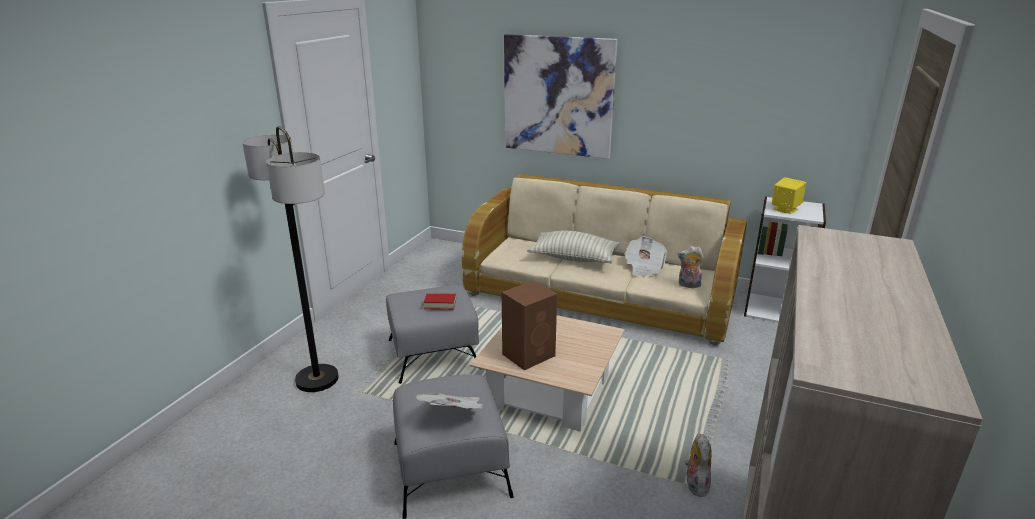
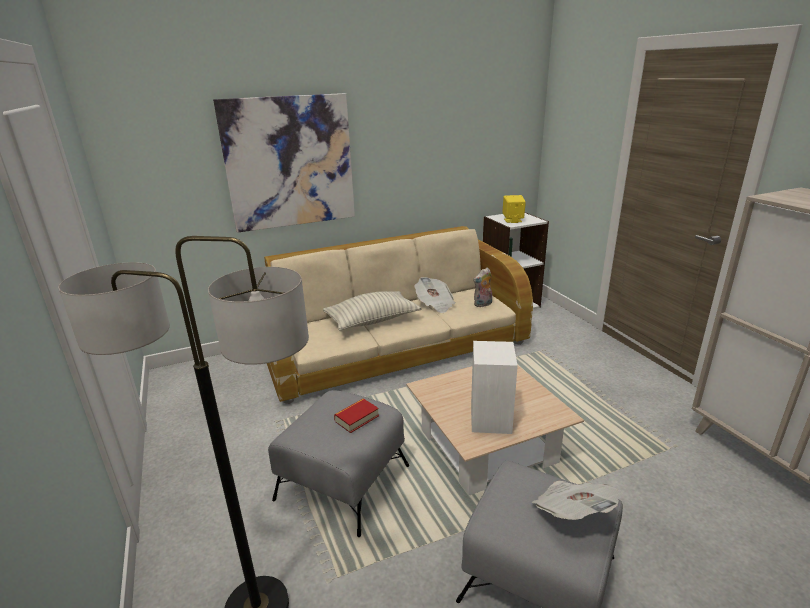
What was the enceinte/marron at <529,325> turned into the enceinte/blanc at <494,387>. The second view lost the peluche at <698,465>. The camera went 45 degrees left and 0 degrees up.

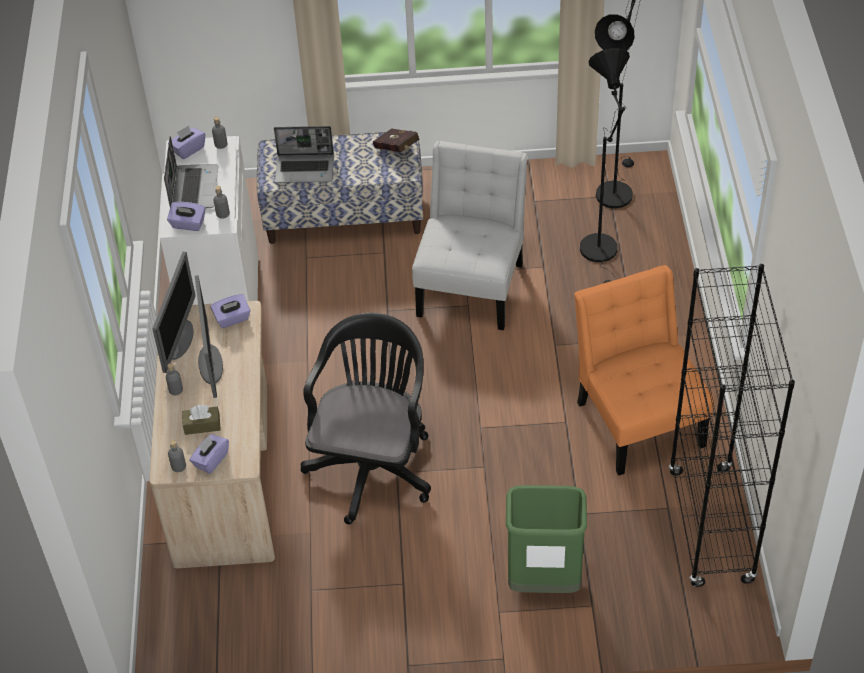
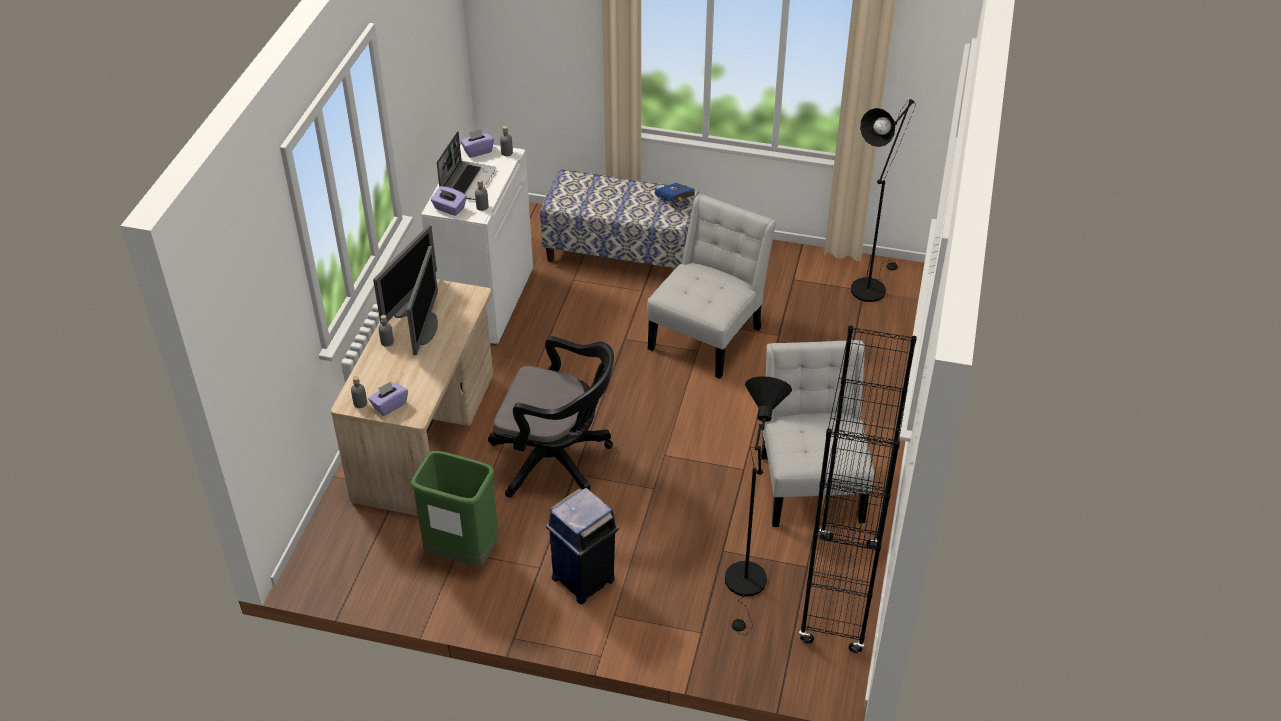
The lampadaire/noir ended up elsewhere, having gone from <605,165> to <758,505>. The second view lost the ordinateur portable at <304,154>. What was the livre/rouge at <396,140> turned into the livre/bleu at <675,192>. What was the chaise/orange at <644,370> turned into the chaise/blanc at <817,433>. The second view lost the boîte à mouchoirs/violet at <230,311>. The chaise de bureau/noir at <366,418> ended up facing another way, 75 degrees clockwise from before. The second view lost the boîte à mouchoirs/marron at <201,420>. The poubelle/vert ended up elsewhere, having gone from <546,539> to <455,508>. The second view gained the poubelle/bleu at <582,546>. The camera went 15 degrees right and 5 degrees down.

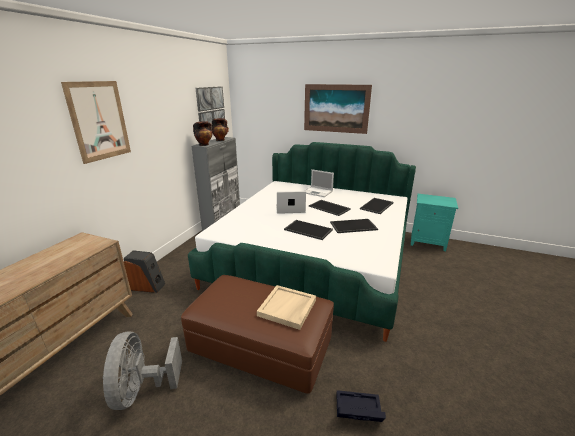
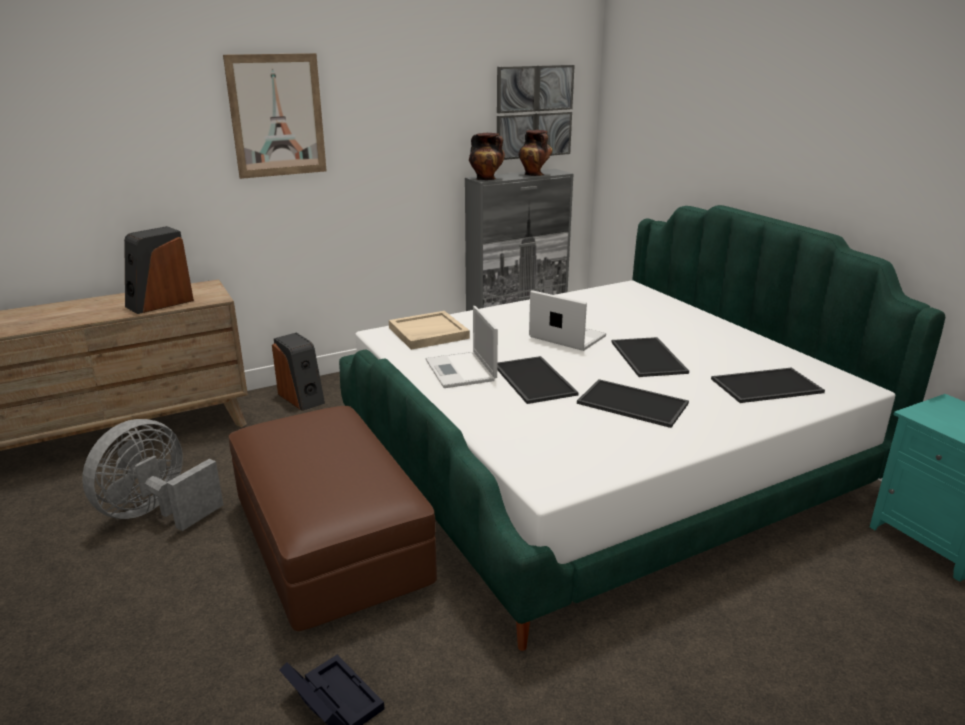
The second view lost the tableau at <338,109>. The ordinateur portable ended up elsewhere, having gone from <319,183> to <462,347>. The plateau/beige ended up elsewhere, having gone from <286,307> to <429,330>. The second view gained the enceinte at <159,270>. The camera went 40 degrees right and 0 degrees up.

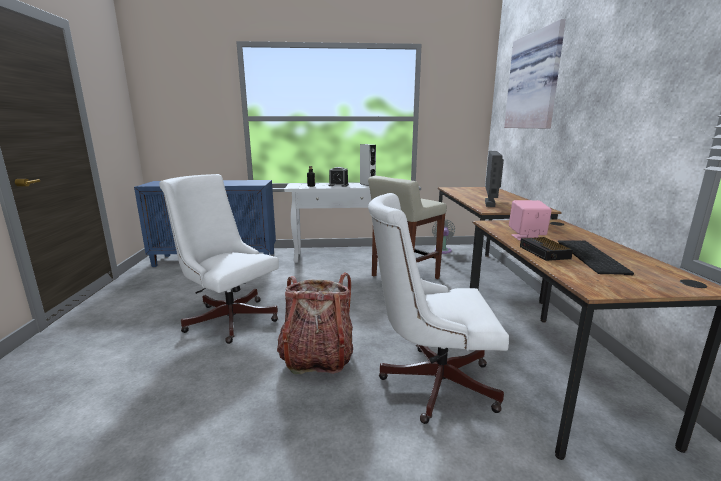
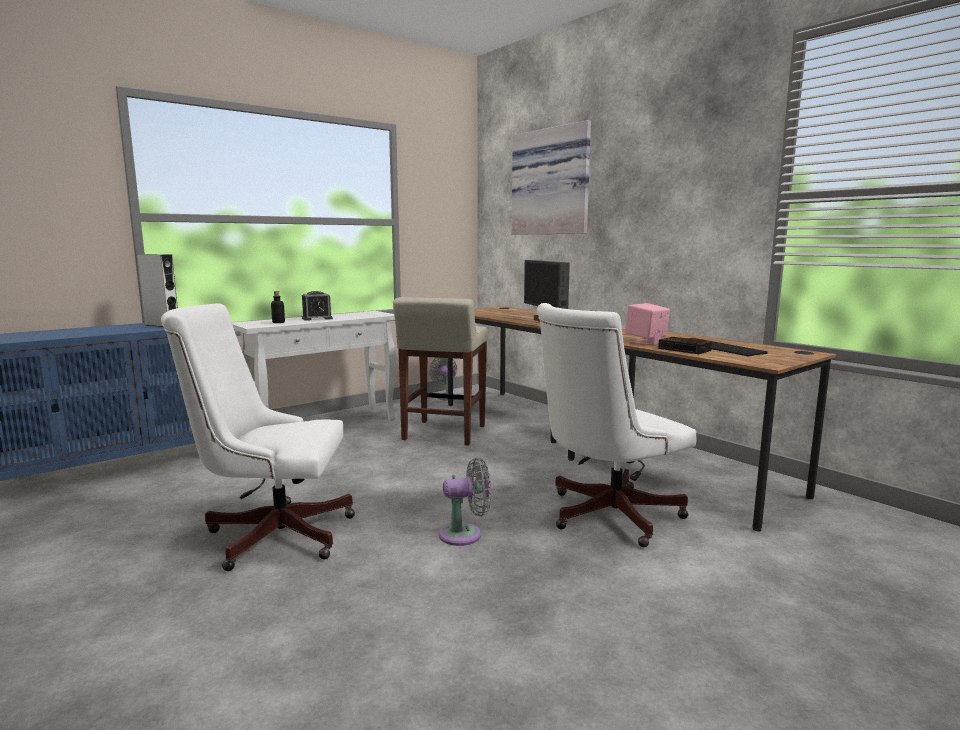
The enceinte/blanc ended up elsewhere, having gone from <368,165> to <157,290>. Where the sac à dos stood at <315,323>, the ventilateur/gris came to stand at <465,502>. The camera went 35 degrees left and 5 degrees down.

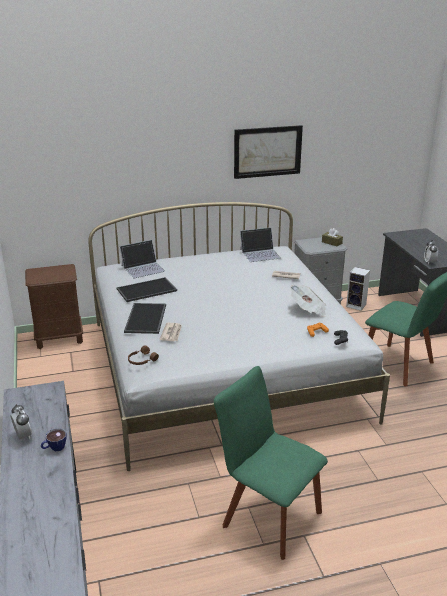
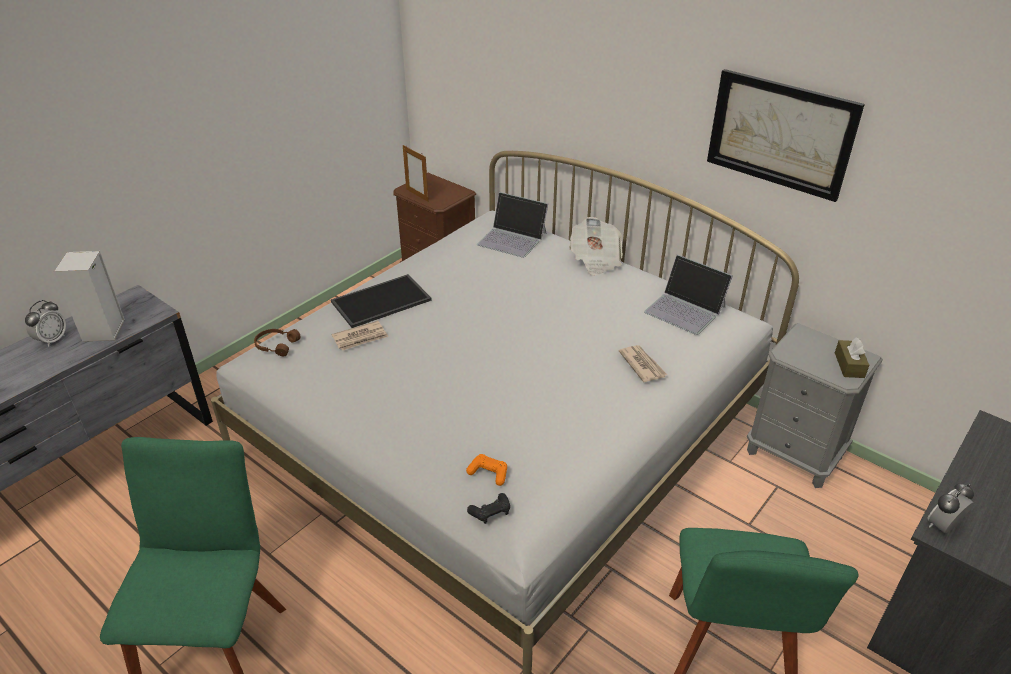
The enceinte ended up elsewhere, having gone from <358,289> to <89,296>. The second view lost the plateau at <147,289>. The journal ended up elsewhere, having gone from <308,301> to <595,246>. The second view lost the tasse at <54,439>. The second view gained the cadre photo at <416,173>. The camera went 55 degrees right and 10 degrees up.

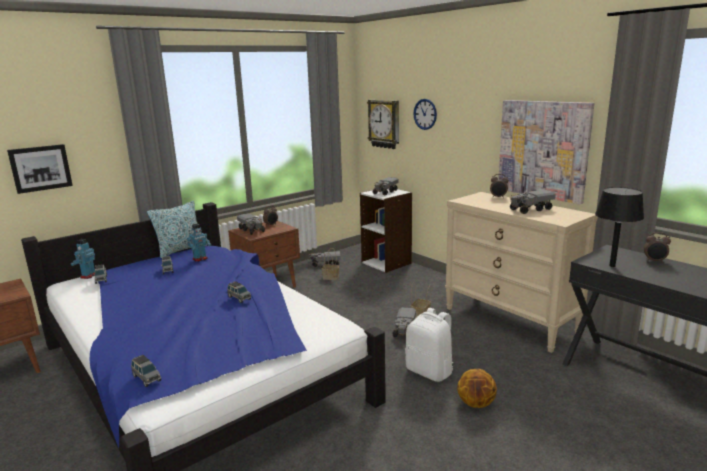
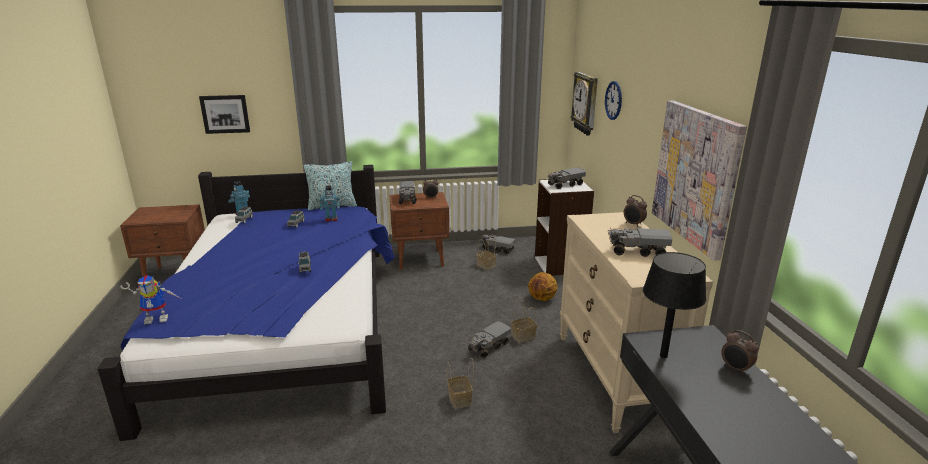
Where the sac à dos/blanc stood at <429,345>, the panier came to stand at <460,383>. Where the petite voiture/gris stood at <146,371>, the robot jouet came to stand at <150,300>. The ballon de basket ended up elsewhere, having gone from <477,388> to <542,286>. The camera went 30 degrees right and 5 degrees up.

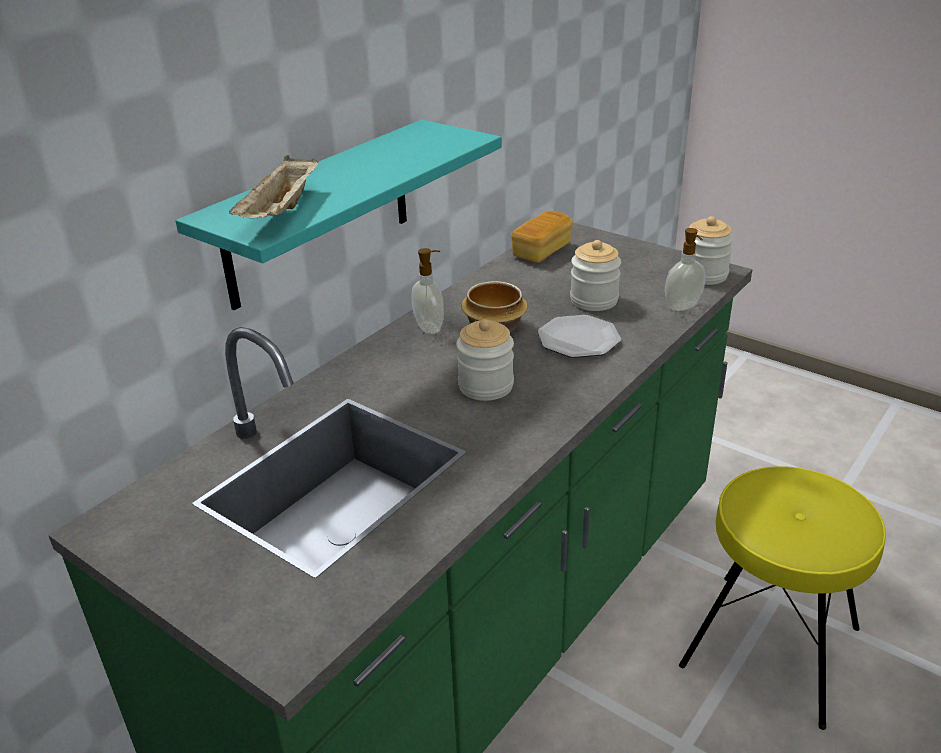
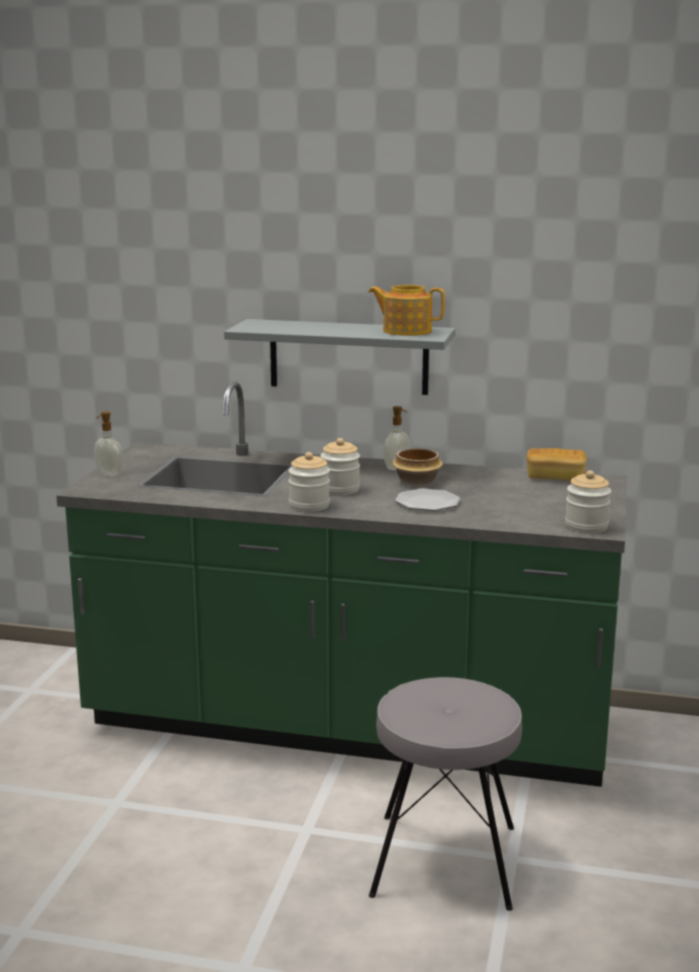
What was the étagère/turquoise at <339,215> turned into the étagère/gris at <339,357>. The second view lost the plateau/beige at <274,186>. The distributeur de savon ended up elsewhere, having gone from <685,269> to <108,443>. The bocal ended up elsewhere, having gone from <595,275> to <309,482>. What was the tabouret/jaune at <782,598> turned into the tabouret/gris at <445,794>. The second view gained the théière at <406,310>. The camera went 65 degrees right and 15 degrees down.

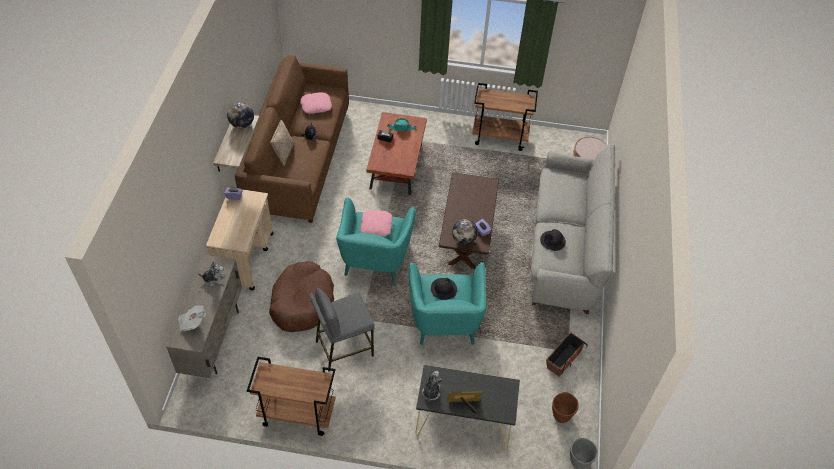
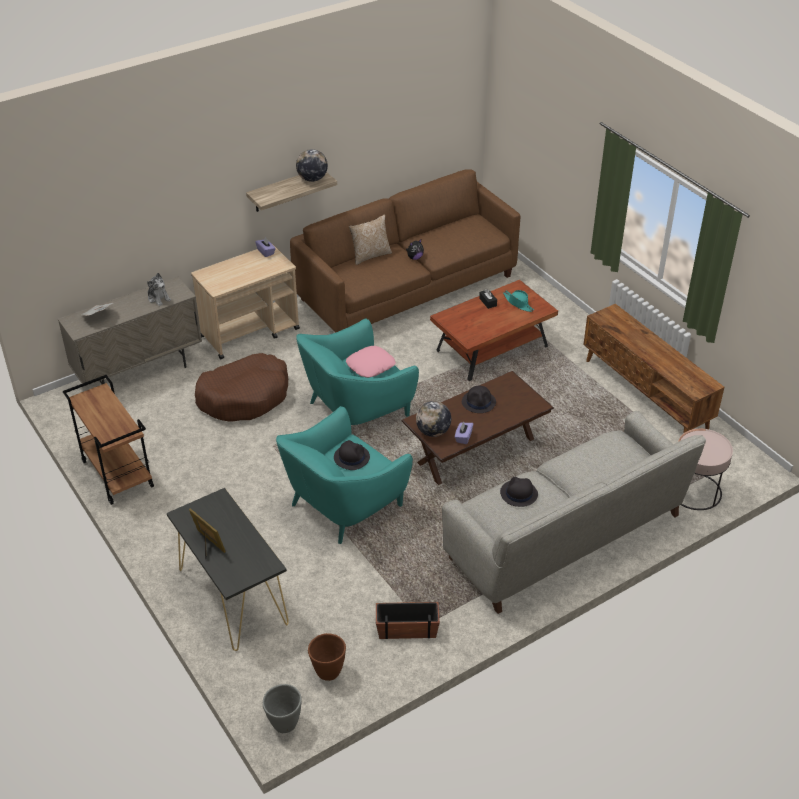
Where the chariot/marron stood at <505,117>, the meuble télé/marron came to stand at <653,369>. The second view lost the coussin/rose at <316,103>. The second view lost the tabouret/gris at <341,329>. The second view lost the peluche at <432,386>. The second view gained the chapeau/noir at <479,399>. The camera went 50 degrees right and 10 degrees down.

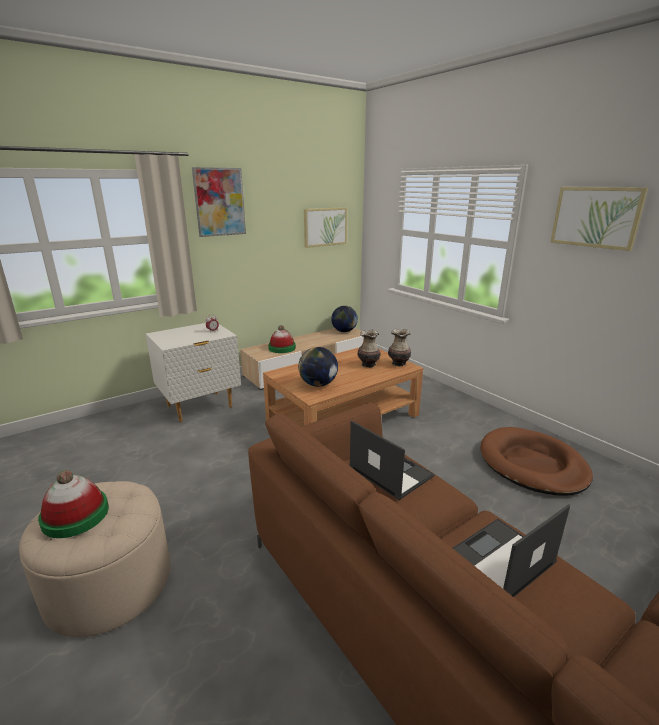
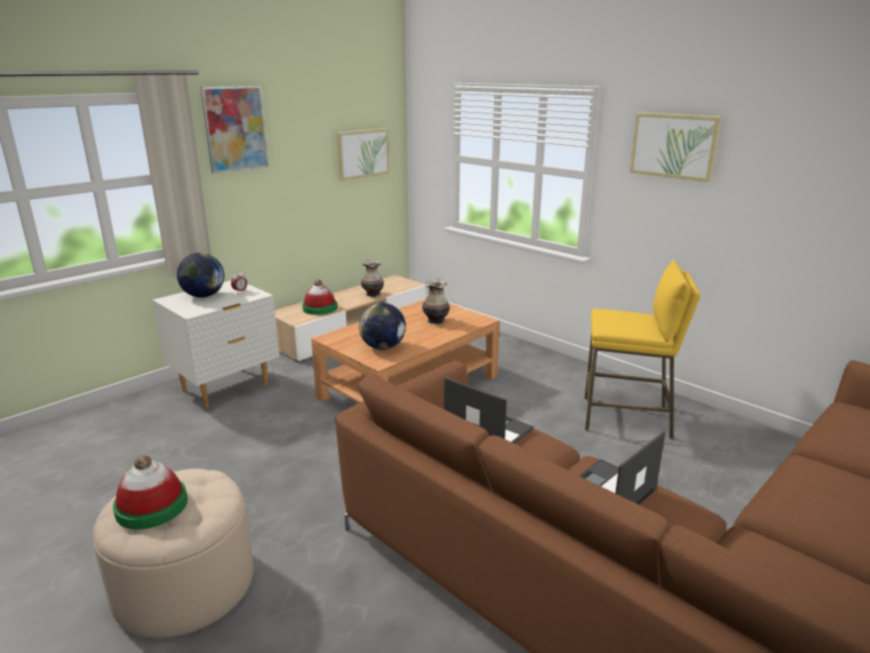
The globe ended up elsewhere, having gone from <344,319> to <200,275>. The vase ended up elsewhere, having gone from <399,348> to <372,278>. Where the panier pour chien/marron stood at <537,461>, the tabouret/jaune came to stand at <643,349>. The camera went 10 degrees left and 0 degrees up.

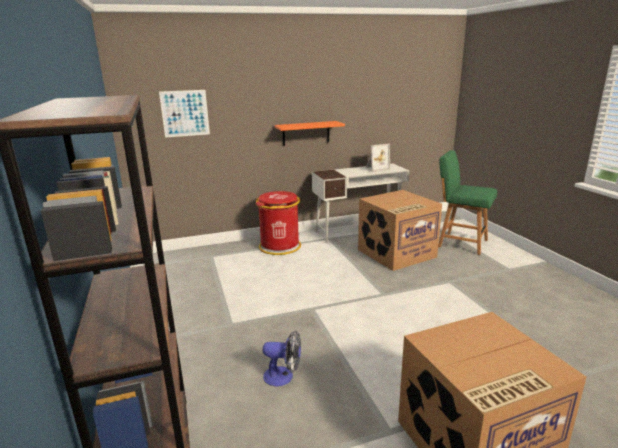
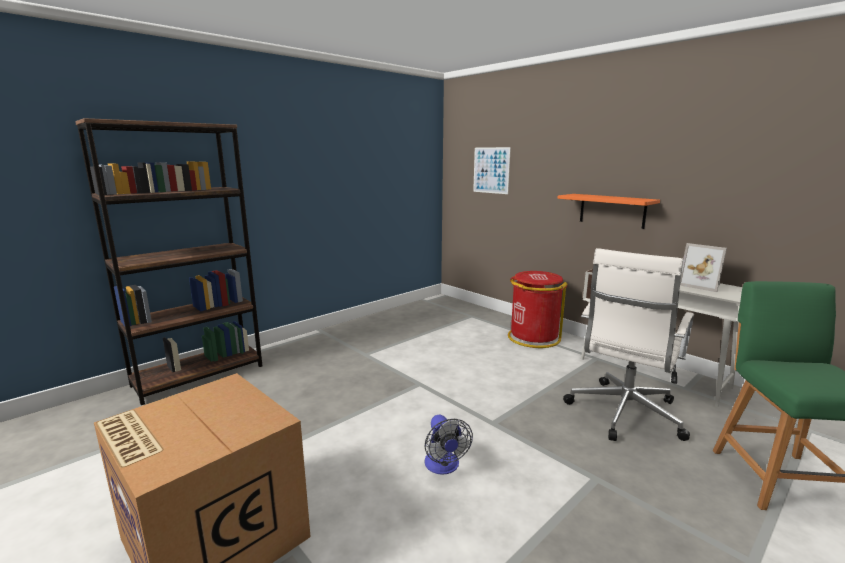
Where the carton stood at <400,230>, the chaise de bureau/blanc came to stand at <628,344>. The ventilateur ended up elsewhere, having gone from <282,358> to <448,445>. The camera went 65 degrees right and 5 degrees down.

